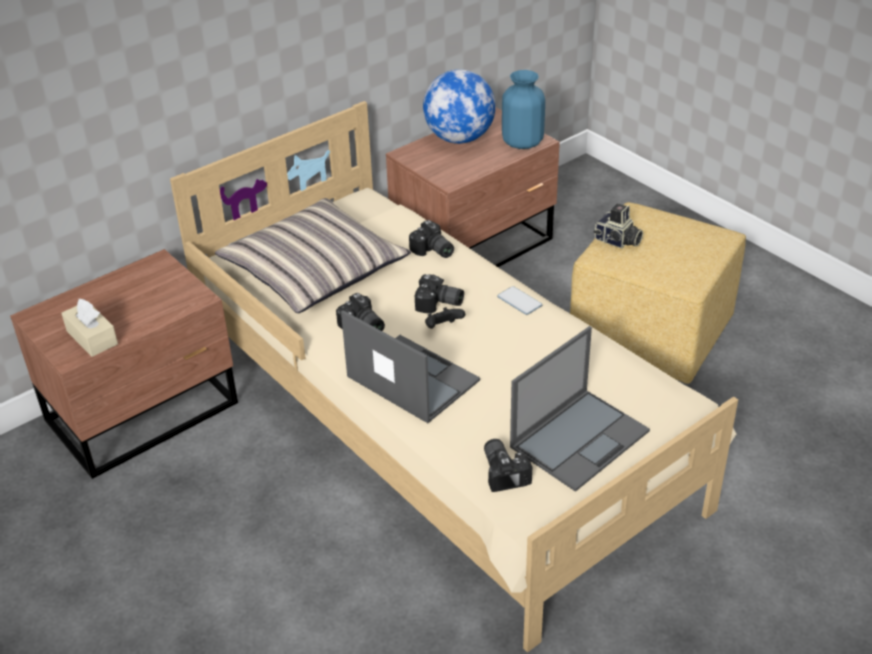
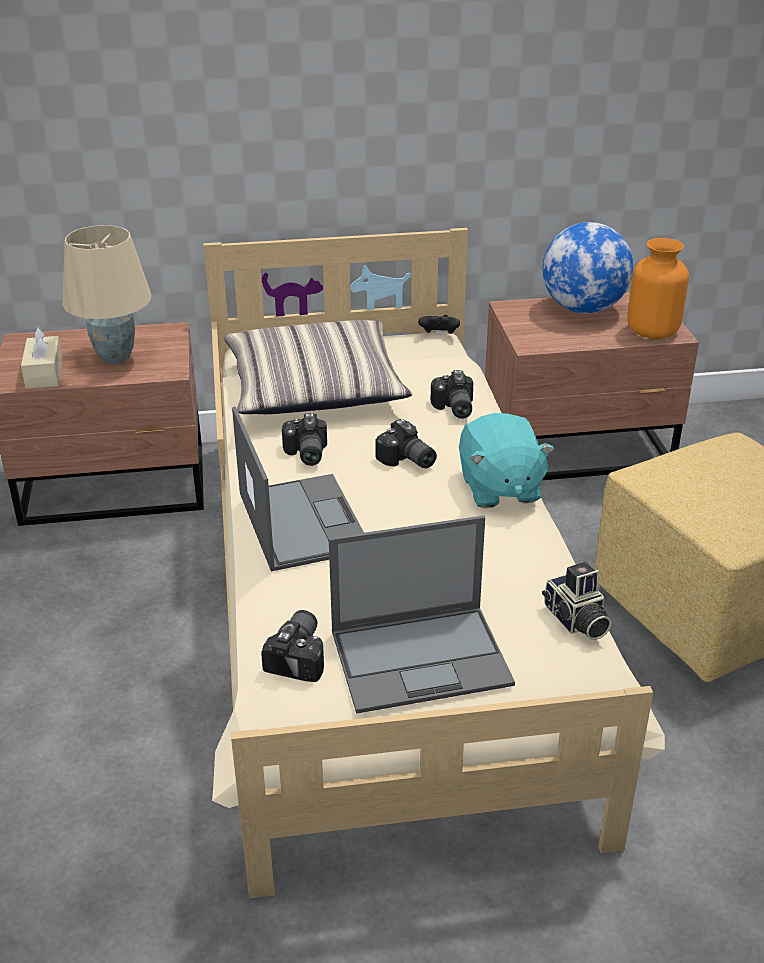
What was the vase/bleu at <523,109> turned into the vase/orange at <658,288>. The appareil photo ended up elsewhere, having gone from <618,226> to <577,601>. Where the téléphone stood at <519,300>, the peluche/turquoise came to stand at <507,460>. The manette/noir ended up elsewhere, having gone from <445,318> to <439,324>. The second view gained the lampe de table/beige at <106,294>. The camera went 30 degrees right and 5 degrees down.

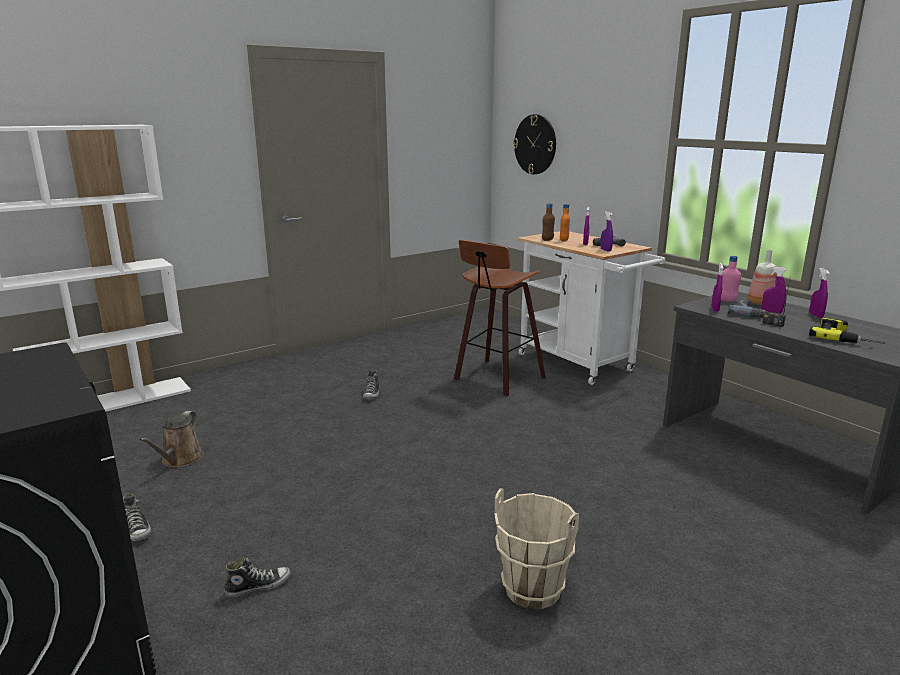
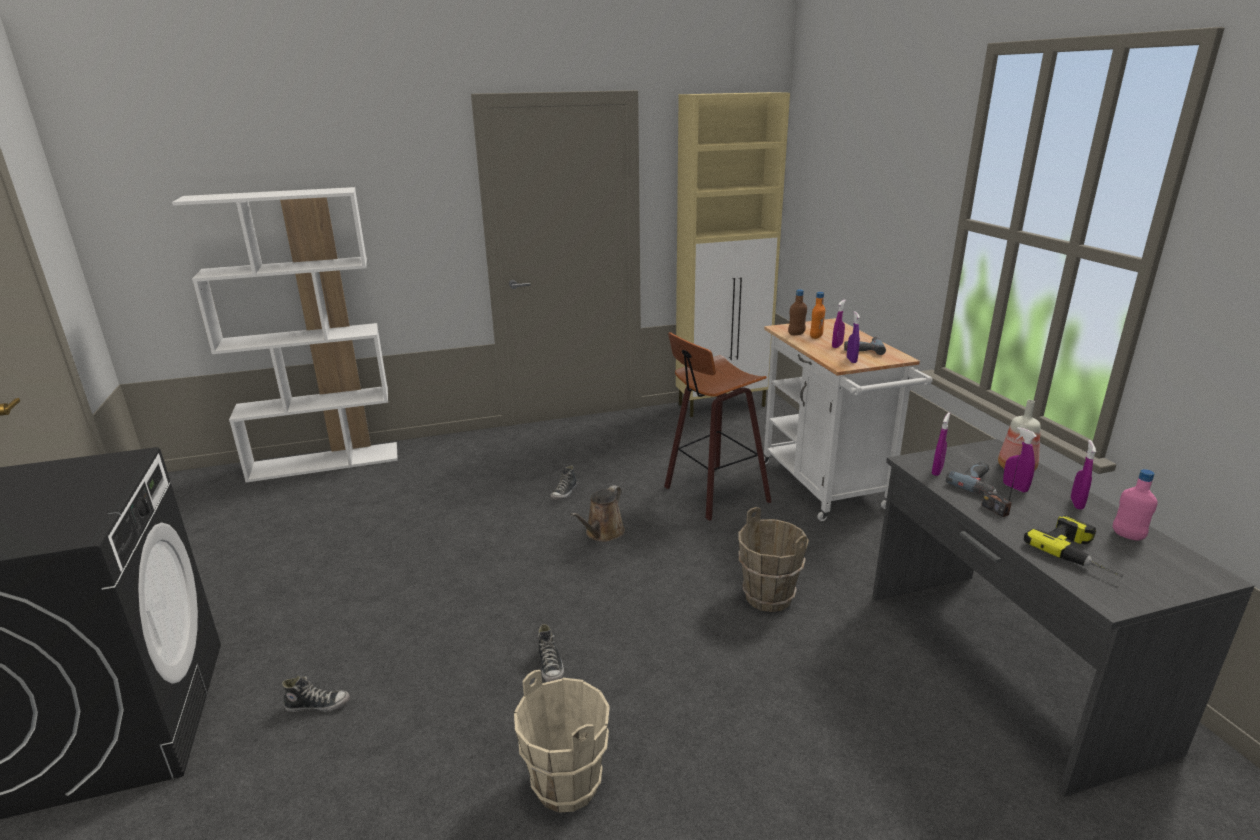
The second view lost the horloge murale at <534,144>. The bouteille/rose ended up elsewhere, having gone from <731,279> to <1135,505>. The arrosoir/marron ended up elsewhere, having gone from <171,439> to <598,513>. The chaussure ended up elsewhere, having gone from <137,517> to <551,653>. The second view gained the meuble de rangement/beige at <733,254>. The second view gained the seau/marron at <773,559>. The camera went 20 degrees right and 5 degrees up.

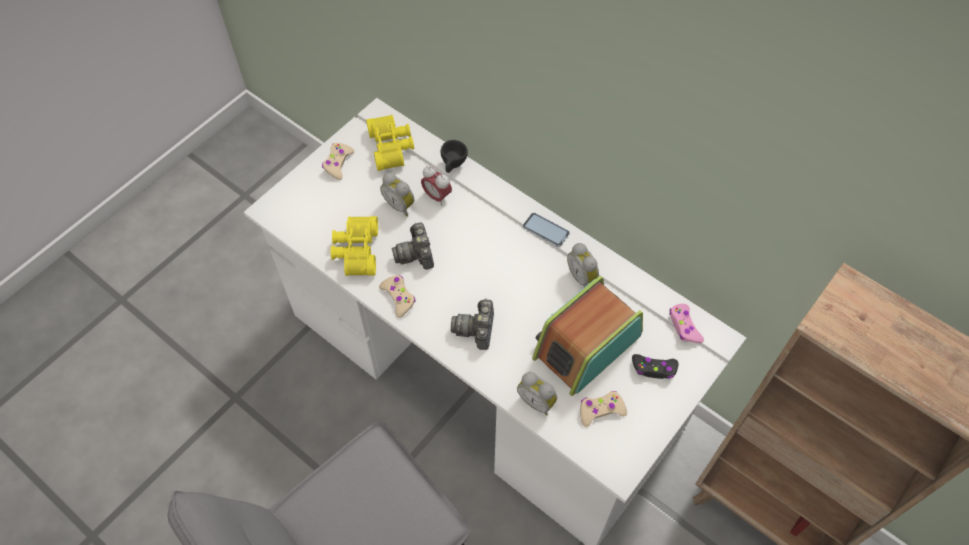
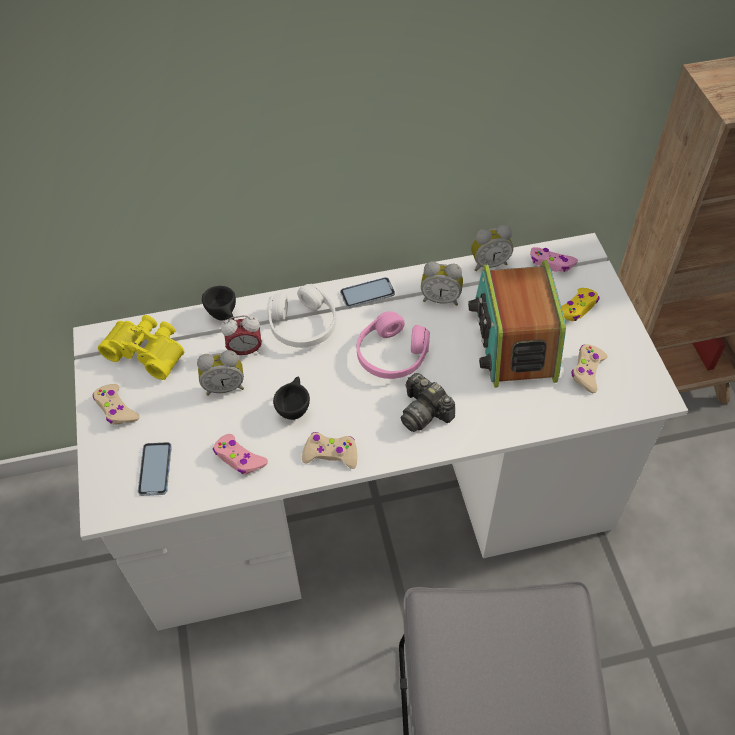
Where the jumelles/jaune stood at <354,246>, the manette/rose came to stand at <240,454>. Where the appareil photo stood at <413,246>, the tasse/noir came to stand at <291,398>. What was the manette/noir at <655,366> turned into the manette/jaune at <580,304>. The réveil ended up elsewhere, having gone from <537,394> to <492,248>. The second view gained the casque audio/blanc at <302,316>. The second view gained the casque audio/rose at <393,345>. The second view gained the téléphone at <155,469>. The camera went 50 degrees left and 5 degrees down.

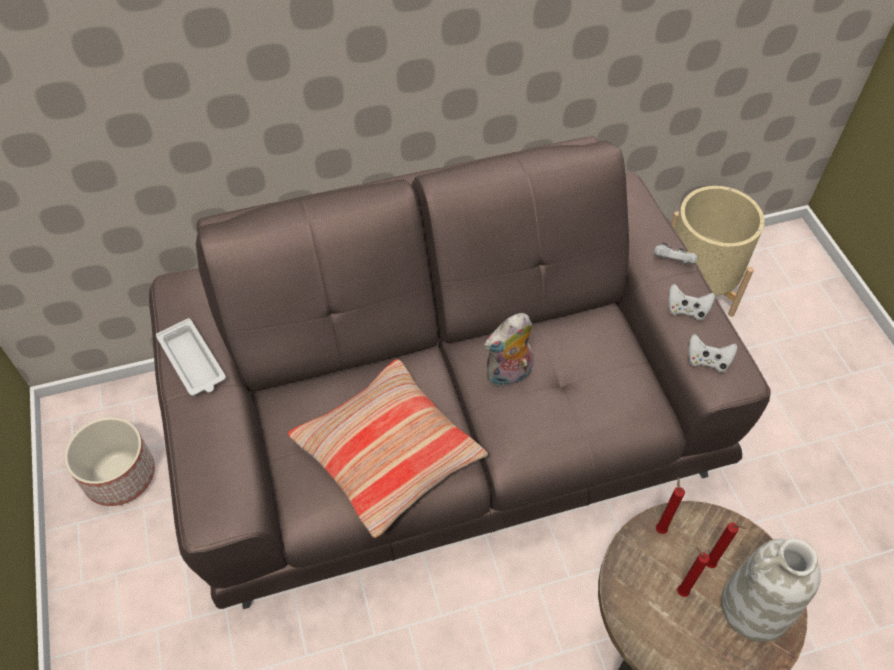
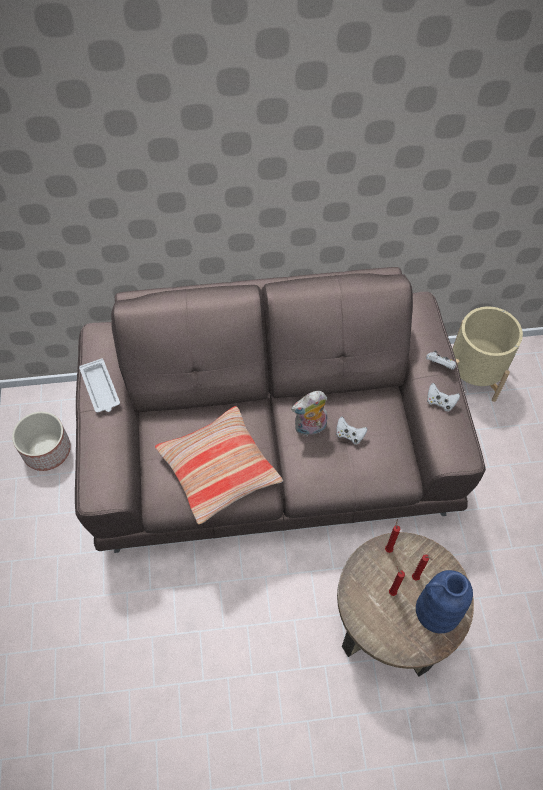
The manette/blanc ended up elsewhere, having gone from <713,353> to <351,431>. What was the vase/blanc at <771,590> turned into the vase/bleu at <444,601>. The camera went 10 degrees right and 5 degrees up.

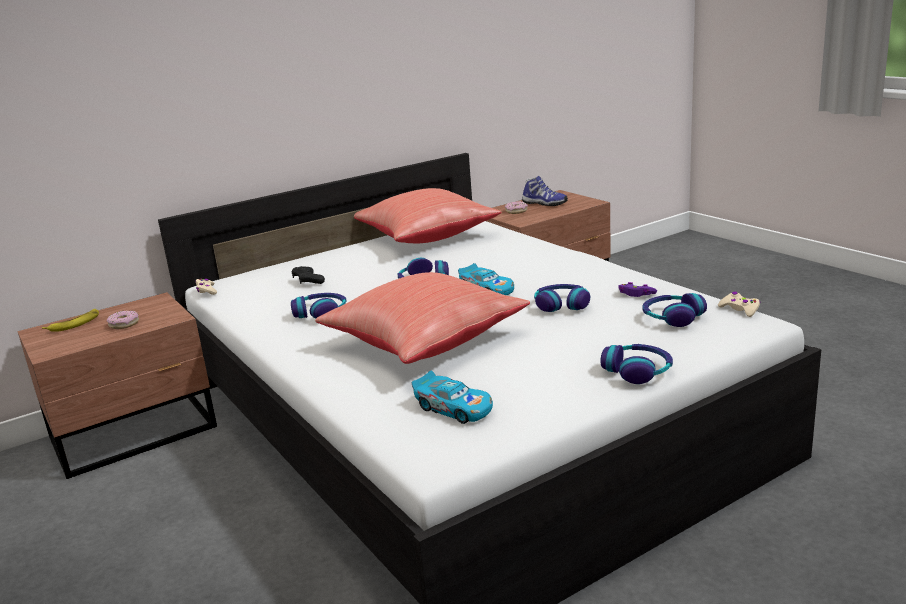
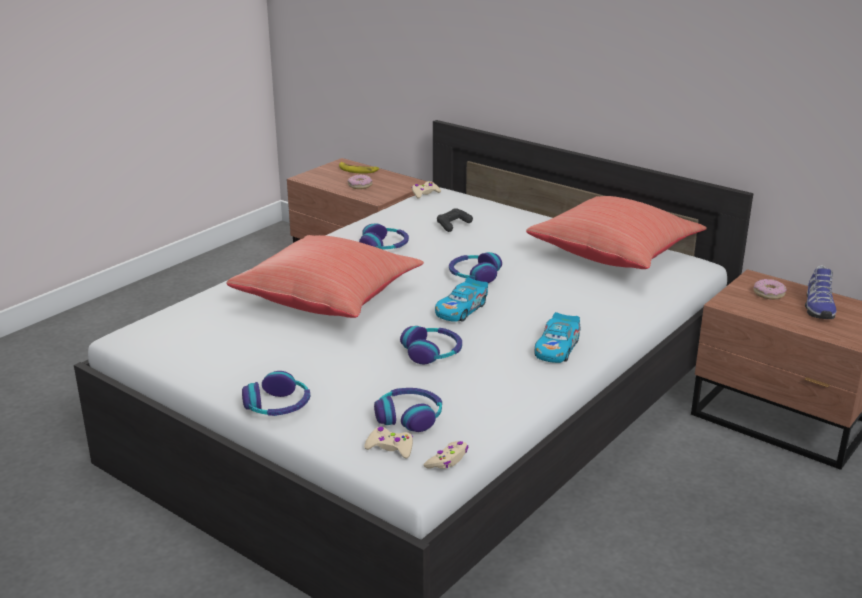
The second view lost the manette/violet at <637,289>. The petite voiture ended up elsewhere, having gone from <452,397> to <557,337>. The second view gained the manette/beige at <388,443>. The camera went 70 degrees right and 5 degrees up.

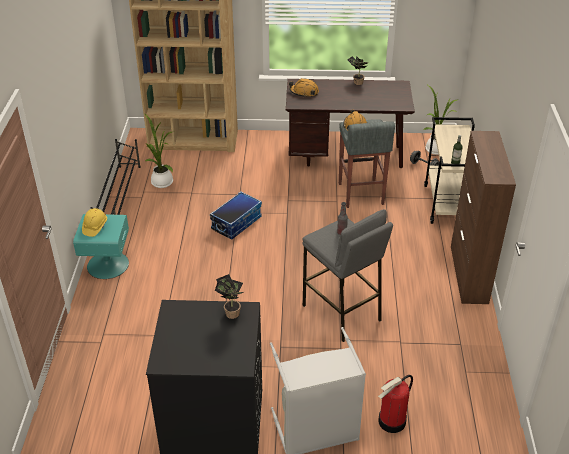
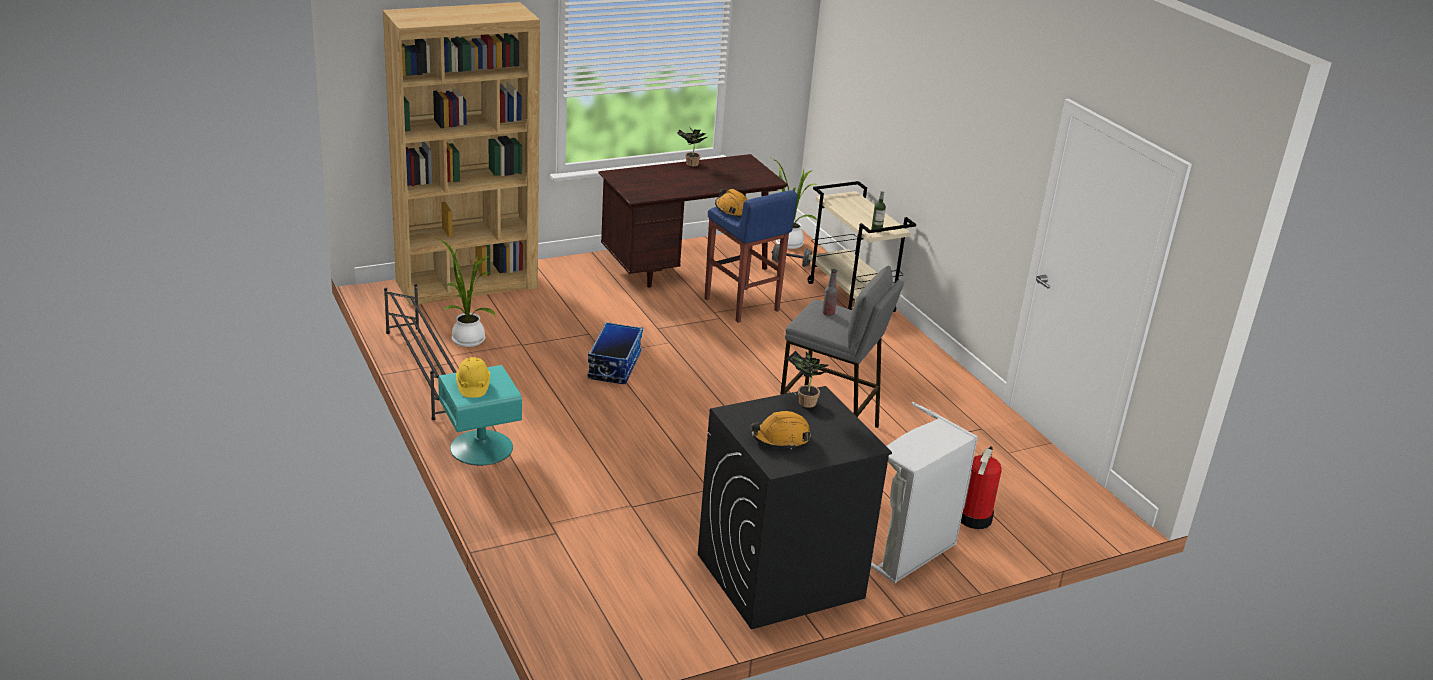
The casque de chantier/orange ended up elsewhere, having gone from <304,87> to <780,430>. What was the tabouret/gris at <367,163> turned into the tabouret/bleu at <751,256>. The second view lost the meuble de rangement/marron at <483,217>. The camera went 30 degrees left and 10 degrees down.

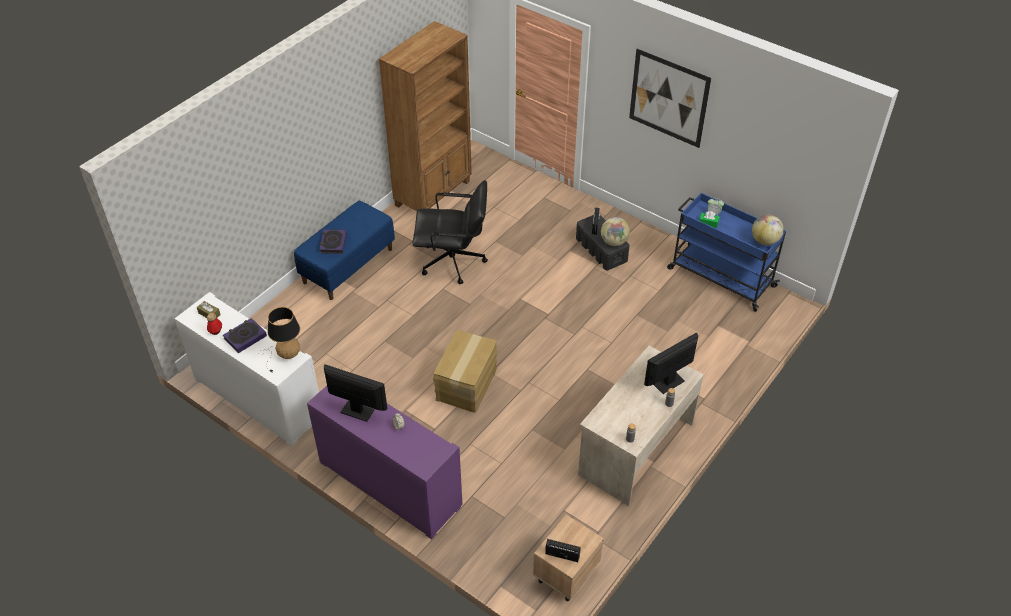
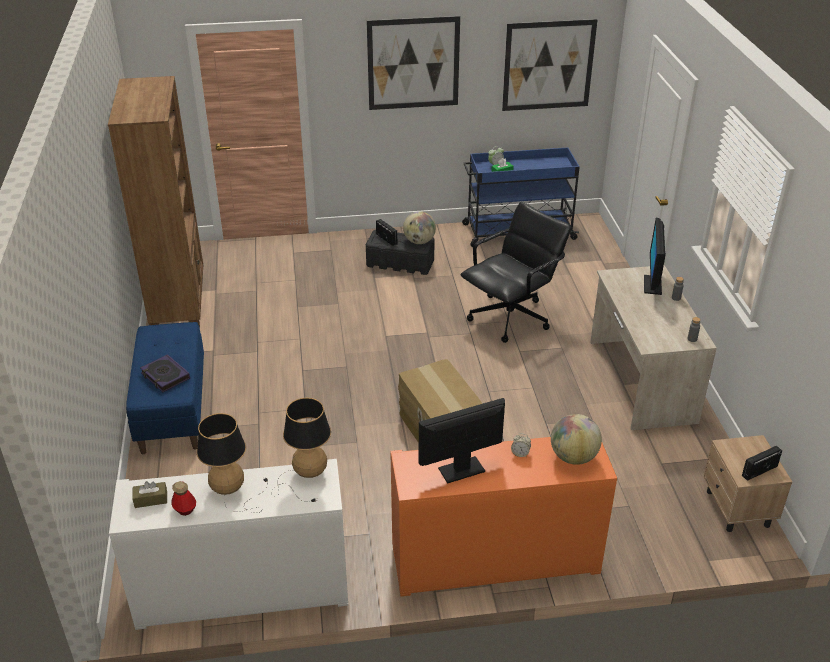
The chaise de bureau/noir ended up elsewhere, having gone from <450,232> to <516,272>. The globe ended up elsewhere, having gone from <768,230> to <576,439>. Where the livre stood at <245,335>, the lampe de table came to stand at <232,463>. What was the meuble de rangement/violet at <384,462> turned into the meuble de rangement/orange at <503,517>. The second view gained the tableau at <549,65>. The camera went 45 degrees left and 10 degrees down.

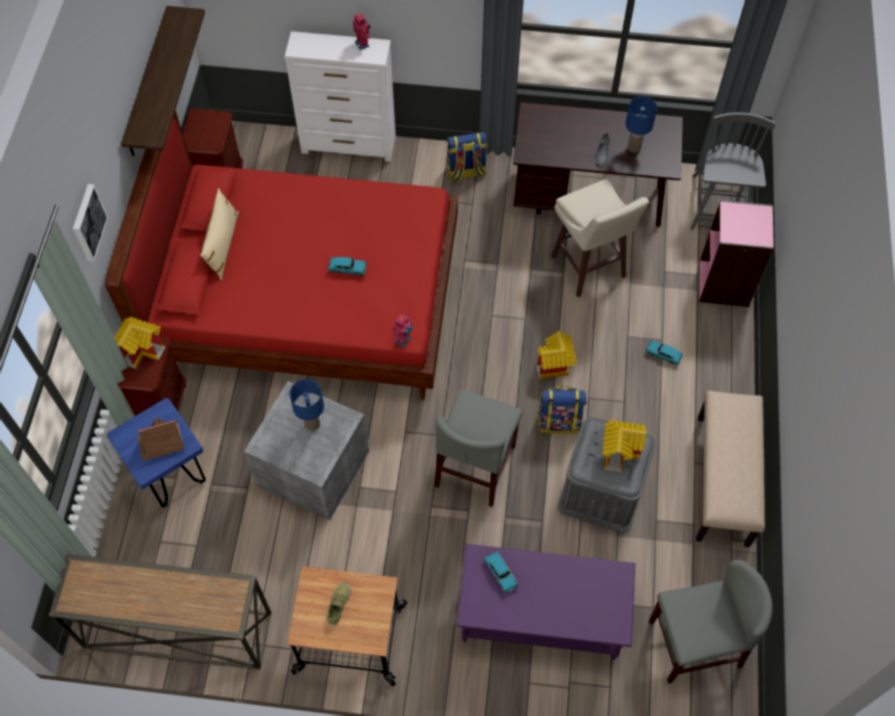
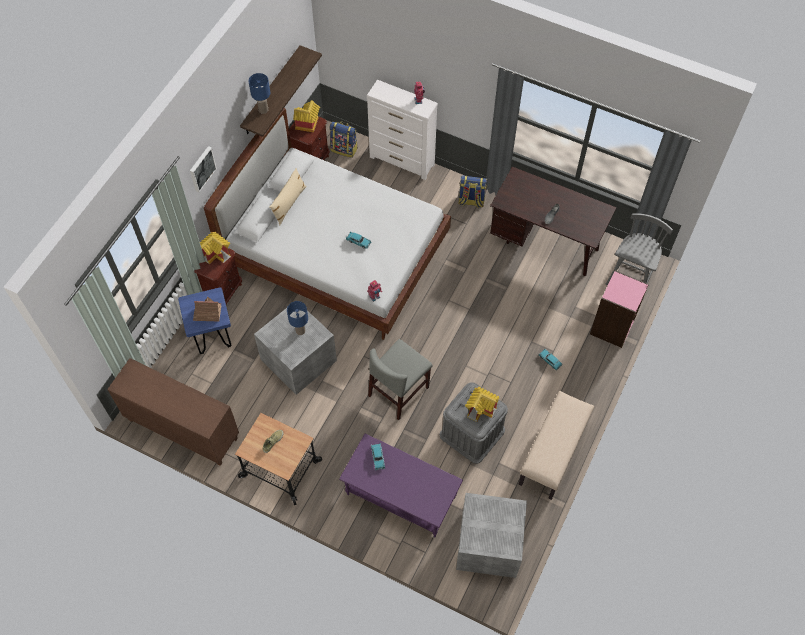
The lampe de table/bleu ended up elsewhere, having gone from <641,124> to <259,93>. What was the lit/rouge at <281,255> turned into the lit/blanc at <327,224>. The second view lost the tabouret/beige at <600,238>. The maison miniature ended up elsewhere, having gone from <557,355> to <306,116>. The sac à dos ended up elsewhere, having gone from <562,410> to <343,139>. Where the table console stood at <160,612>, the meuble de rangement/marron came to stand at <173,412>. Where the chaise/gris stood at <711,621>, the boîte de rangement/gris came to stand at <491,535>. The camera went 20 degrees right and 0 degrees up.

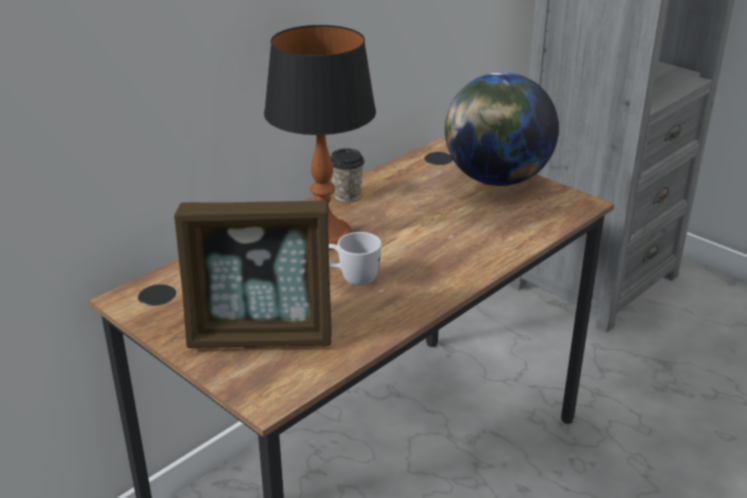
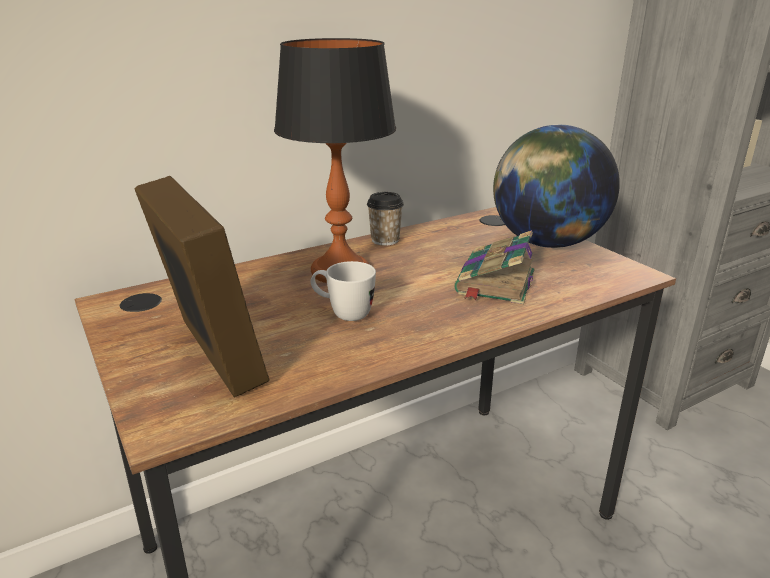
The cadre photo at <253,274> ended up facing another way, 135 degrees counterclockwise from before. The second view gained the livre at <494,267>. The camera went 15 degrees right and 5 degrees down.

